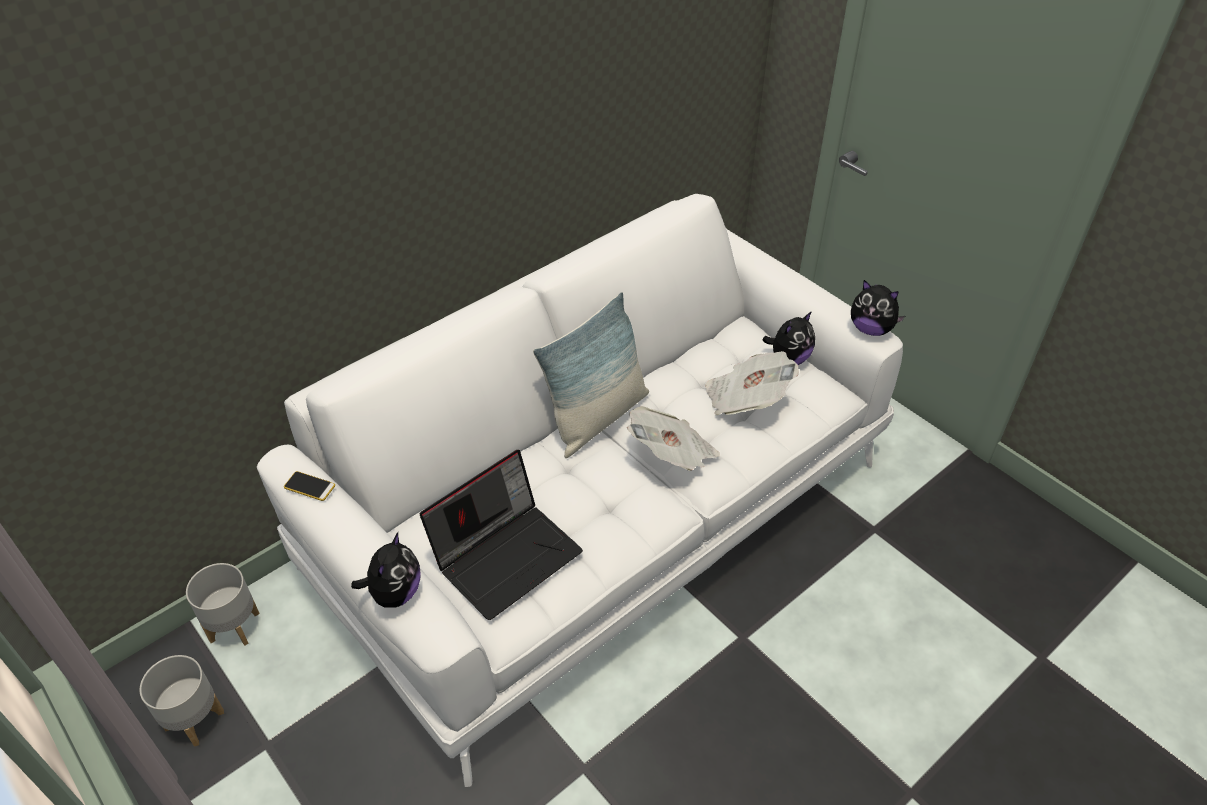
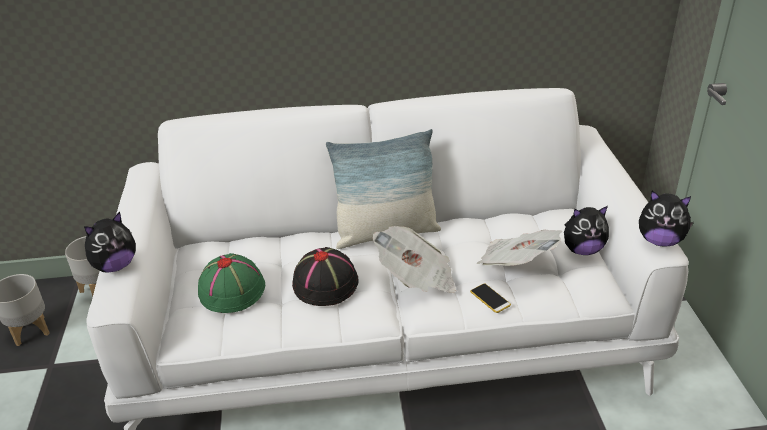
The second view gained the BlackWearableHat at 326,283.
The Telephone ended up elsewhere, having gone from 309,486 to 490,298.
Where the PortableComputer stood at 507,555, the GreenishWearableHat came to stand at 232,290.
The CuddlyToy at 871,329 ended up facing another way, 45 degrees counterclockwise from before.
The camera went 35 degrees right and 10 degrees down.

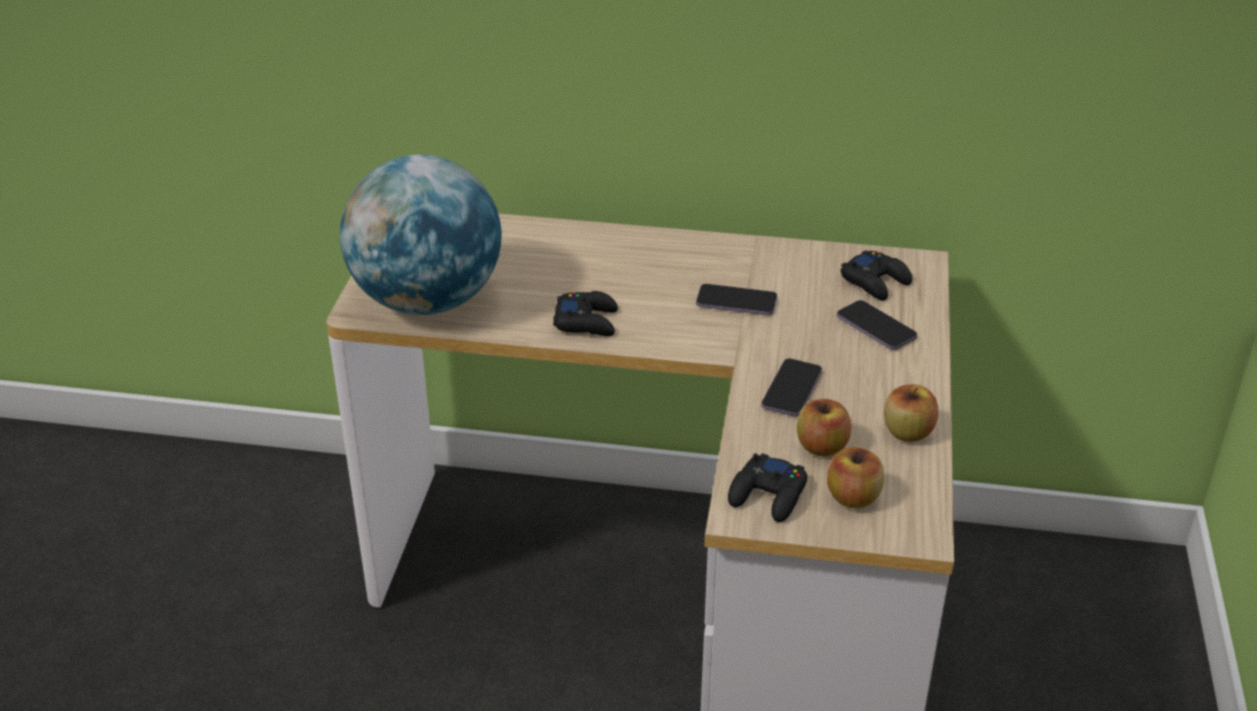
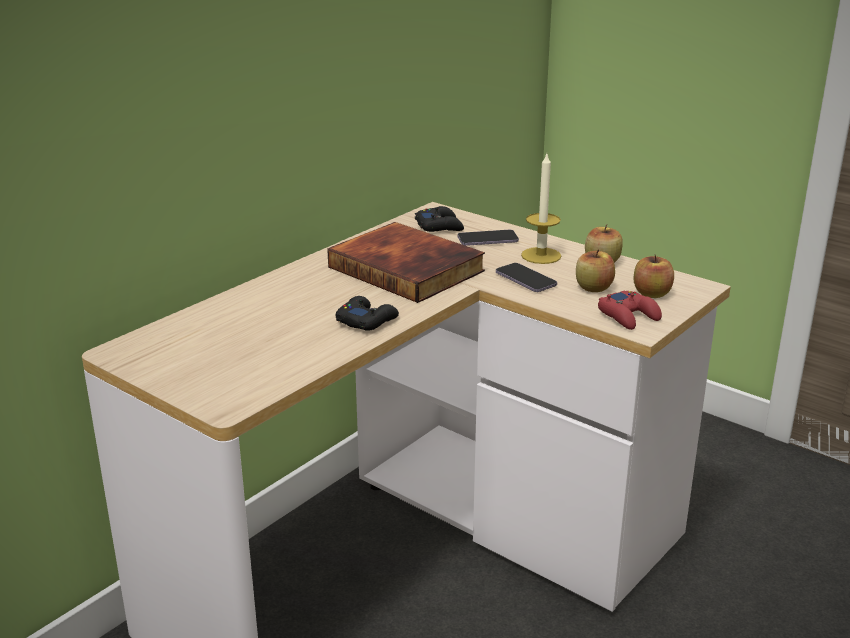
The second view lost the WorldGlobe at 427,300.
The second view gained the WaxCandle at 541,255.
Where the Telephone stood at 736,302, the Book came to stand at 408,268.
What was the BlackGamepad at 768,495 turned into the ReddishGamepad at 629,316.
The camera went 60 degrees left and 10 degrees down.

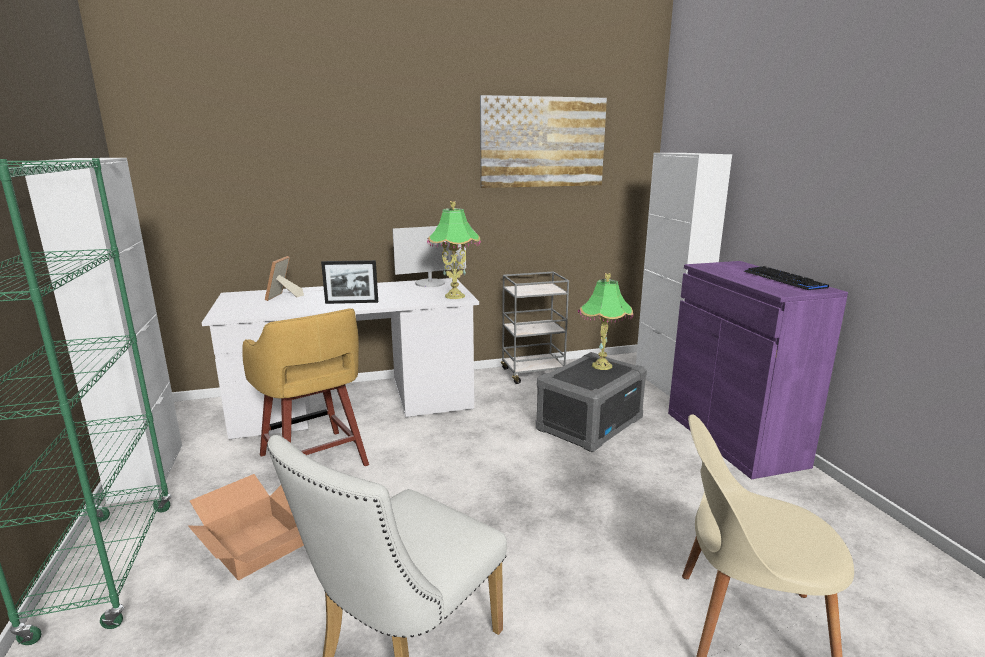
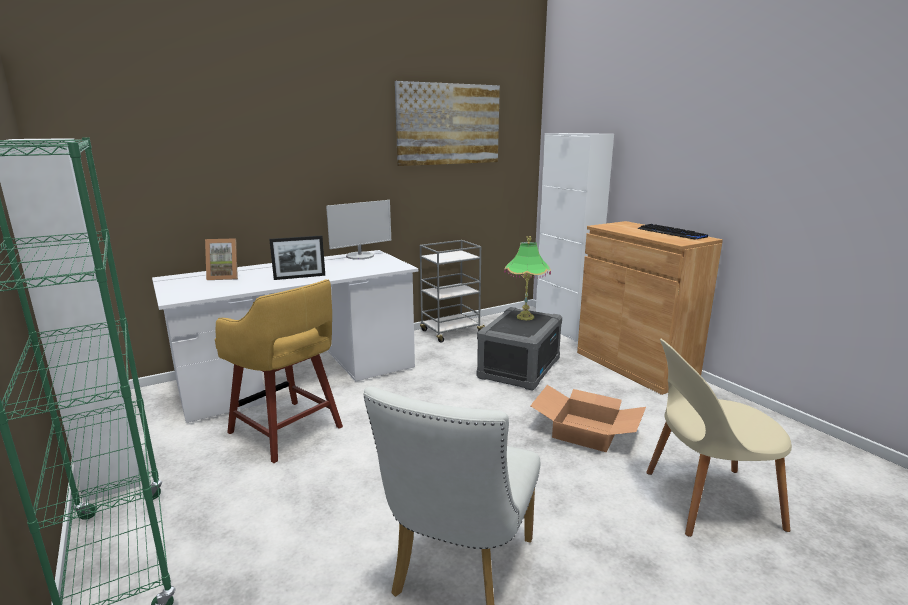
The second view lost the LampForATable at 455,296.
The Carton ended up elsewhere, having gone from 258,545 to 587,431.
What was the PurpleCupboard at 733,438 turned into the BrownColouredCupboard at 635,366.
The StandingFrame at 283,297 ended up facing another way, 90 degrees counterclockwise from before.
The camera went 15 degrees left and 0 degrees up.

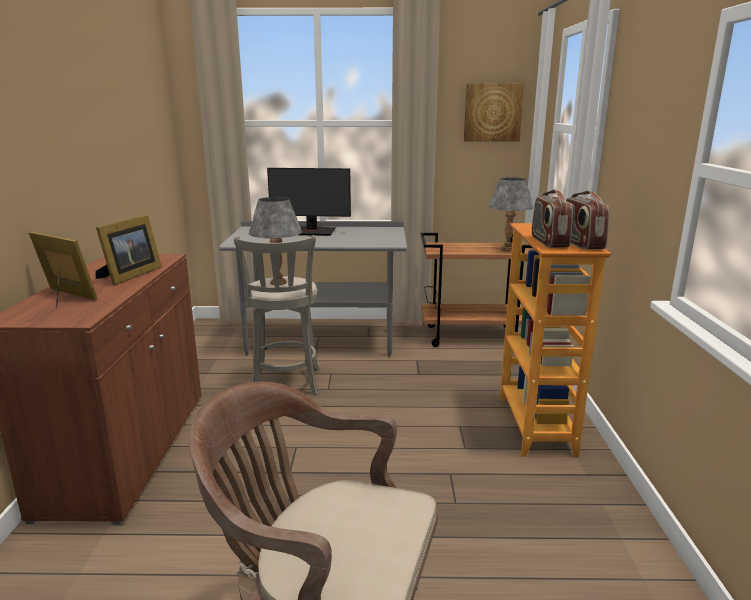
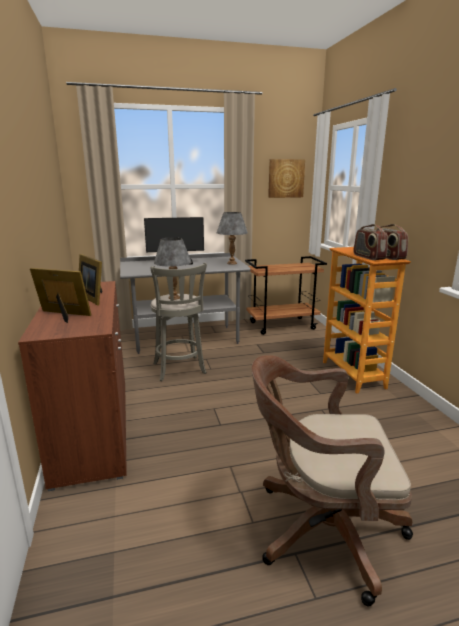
The GreyishLampForATable ended up elsewhere, having gone from 507,250 to 232,263.
The StandingFrame at 130,275 ended up facing another way, 135 degrees clockwise from before.
The camera went 15 degrees left and 0 degrees up.

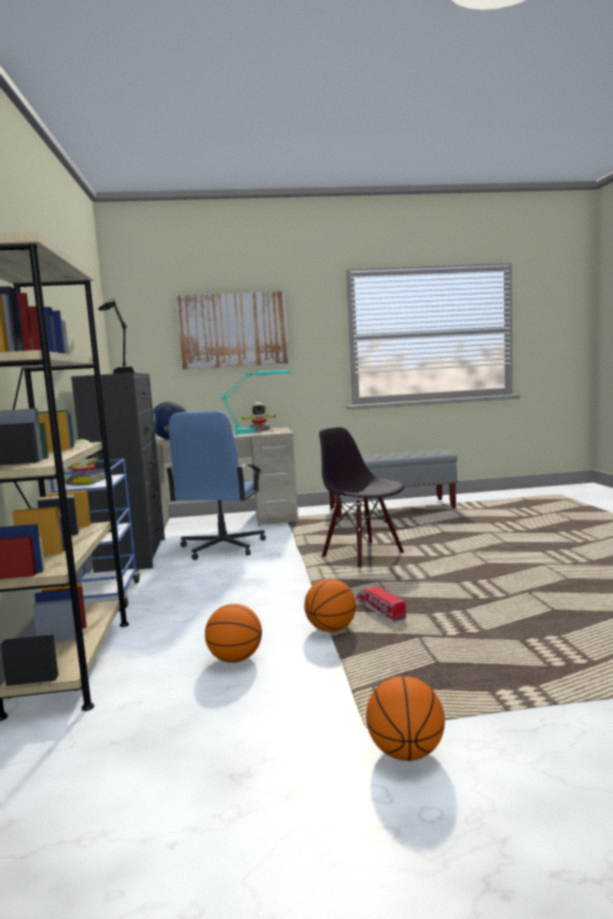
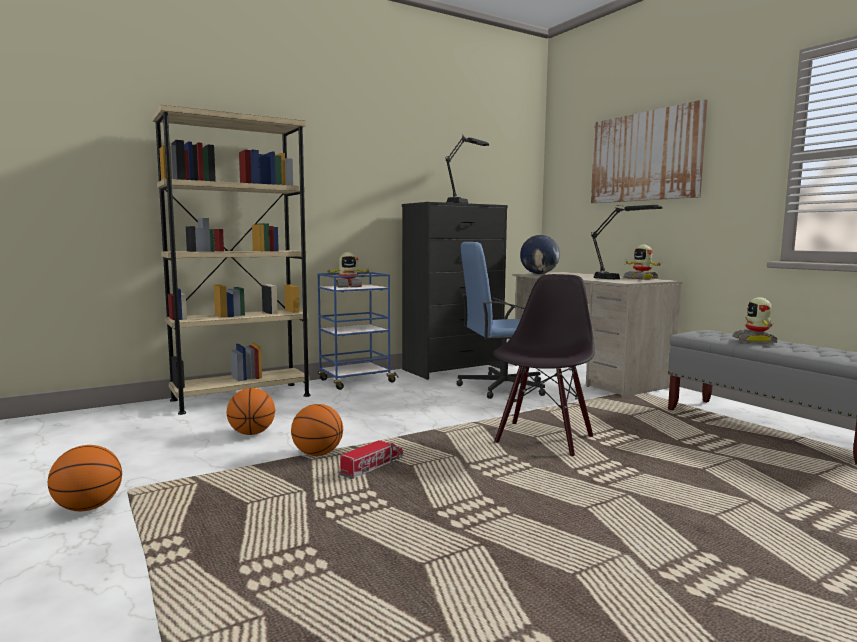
The second view gained the ModelRobot at 755,340.
What was the TurquoiseColouredLampForATable at 259,432 turned into the BlackLampForATable at 620,279.
The camera went 65 degrees right and 0 degrees up.

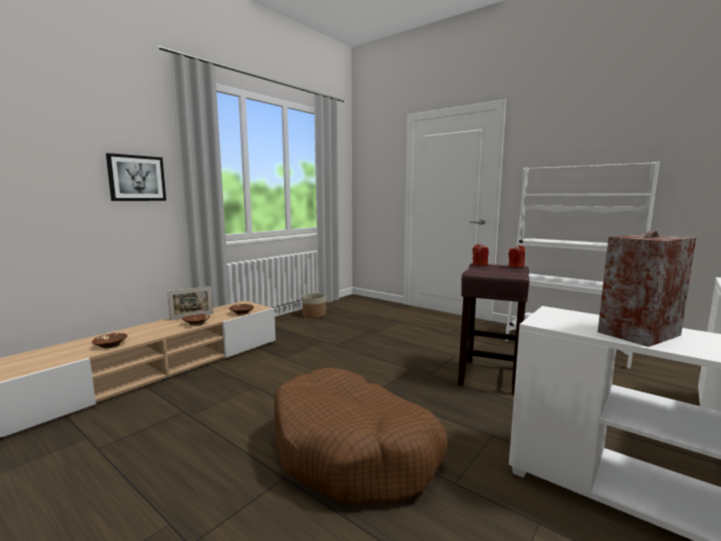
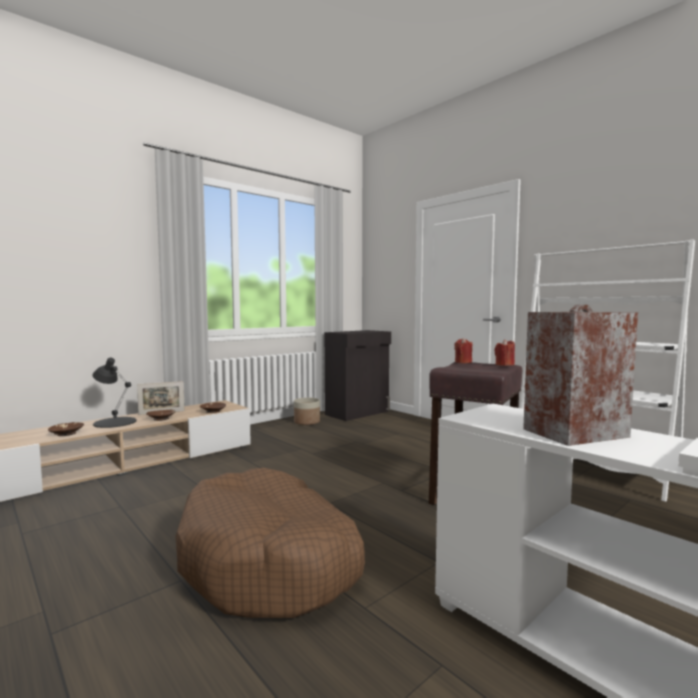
The second view lost the WallPicture at 136,178.
The second view gained the BlackLampForATable at 115,422.
The second view gained the BlackCupboard at 358,413.
The camera went 10 degrees right and 5 degrees down.

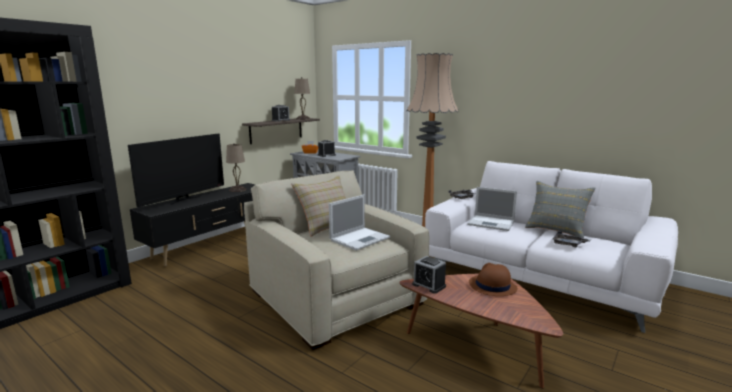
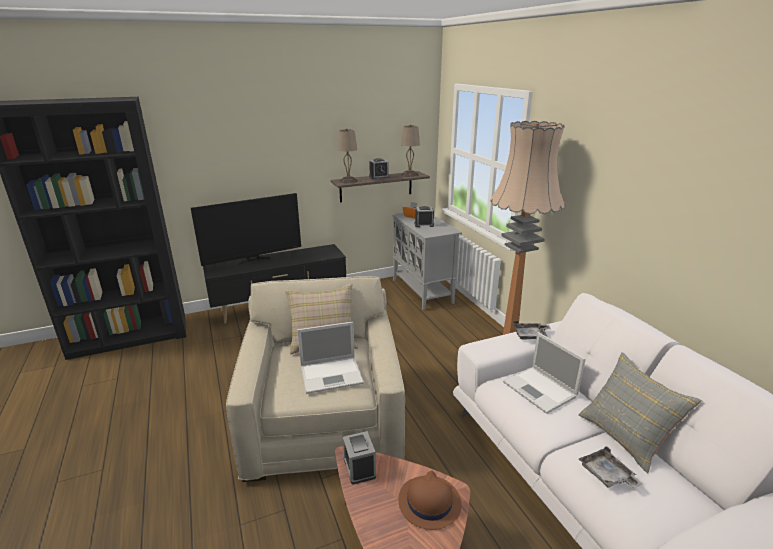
The BeigeLampForATable ended up elsewhere, having gone from 237,190 to 348,181.
The camera went 30 degrees right and 10 degrees up.

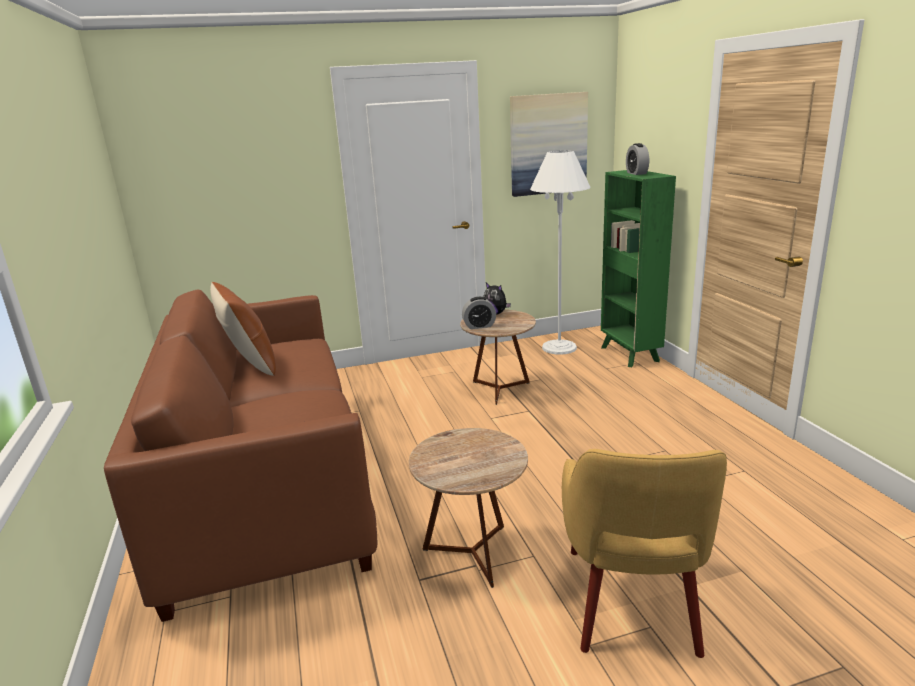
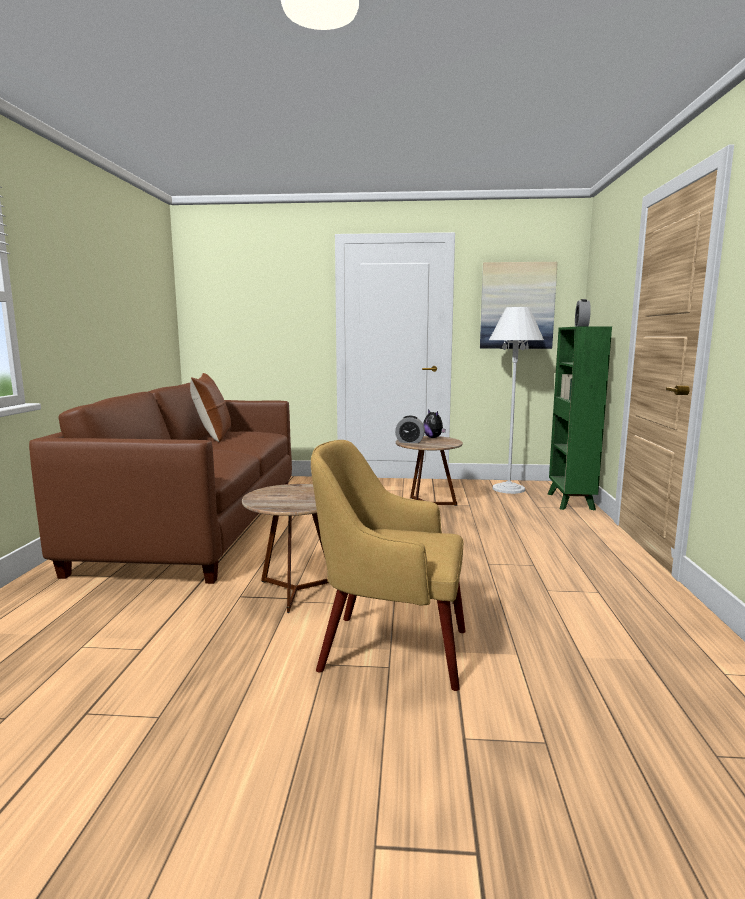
The YellowishArmchair at 631,603 ended up facing another way, 75 degrees clockwise from before.
The camera went 20 degrees right and 10 degrees down.

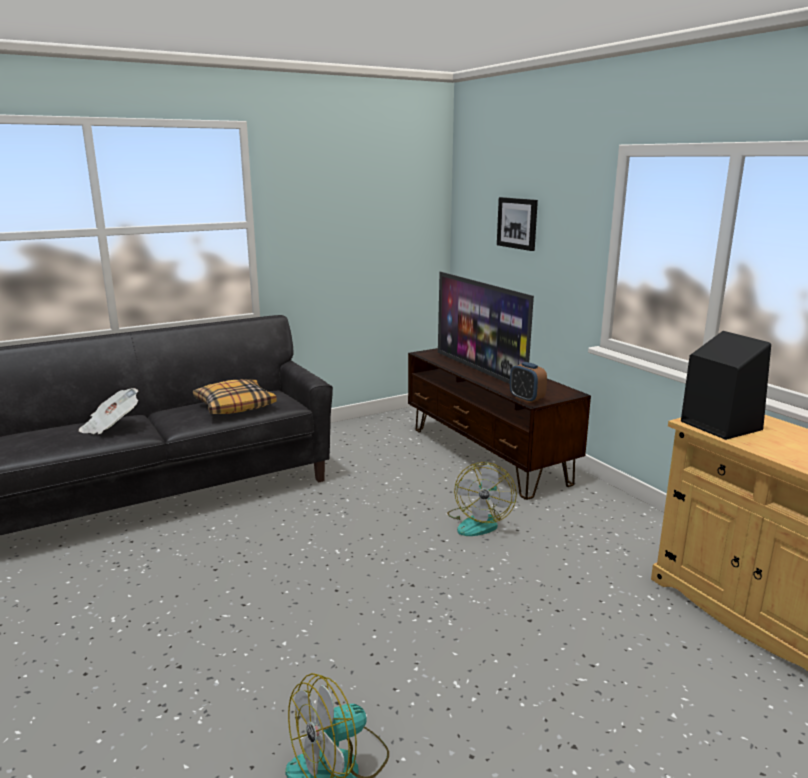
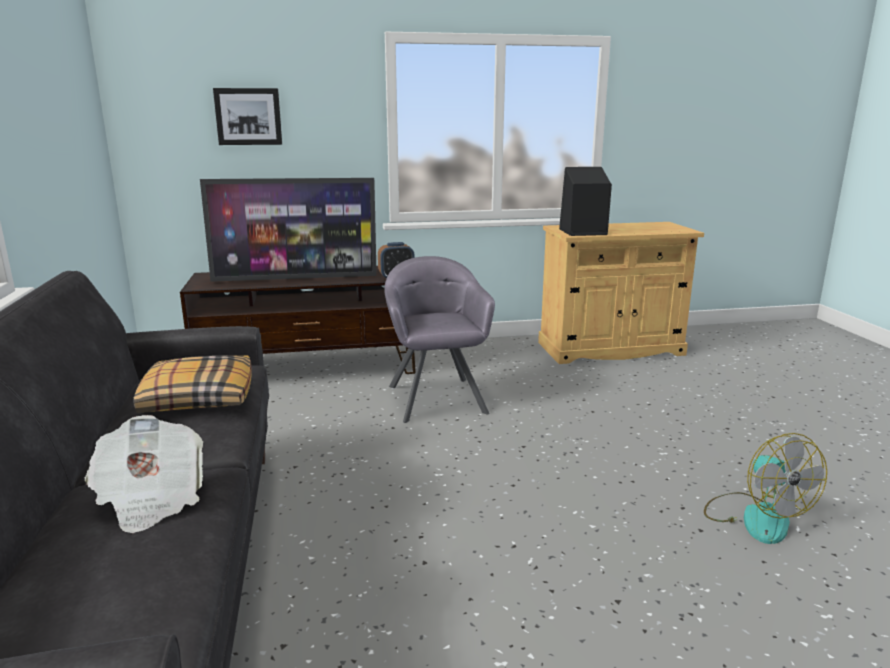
Where the CoolingFan stood at 479,522, the GreyishArmchair came to stand at 437,398.
The camera went 70 degrees left and 0 degrees up.

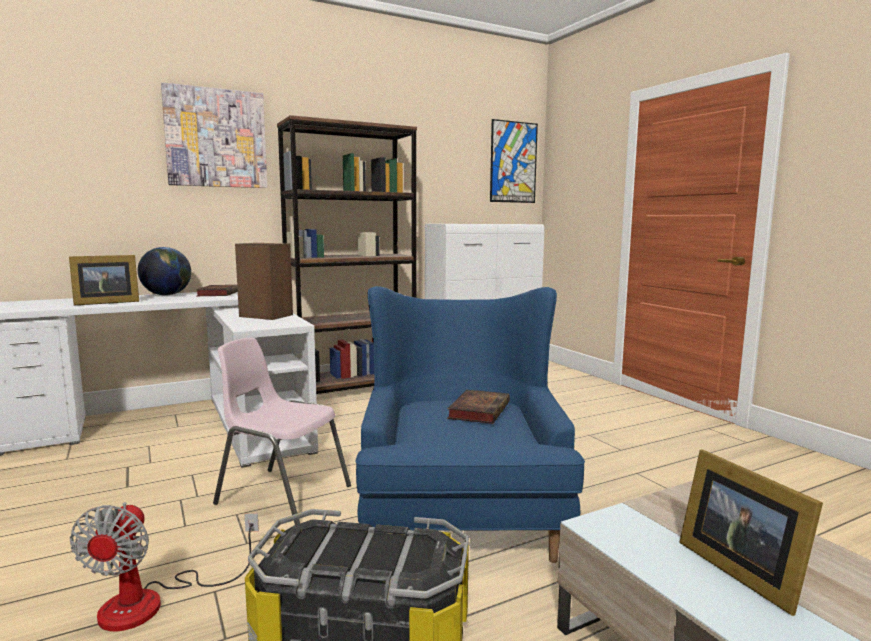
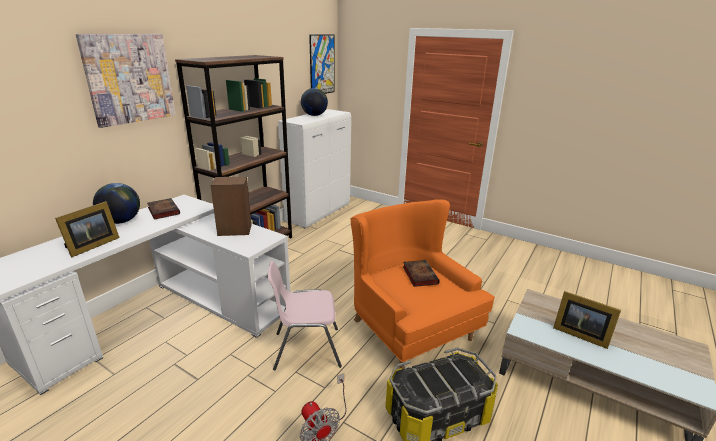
The second view gained the WorldGlobe at 314,115.
What was the BlueArmchair at 461,514 turned into the OrangeyArmchair at 409,327.
The camera went 30 degrees left and 15 degrees up.

